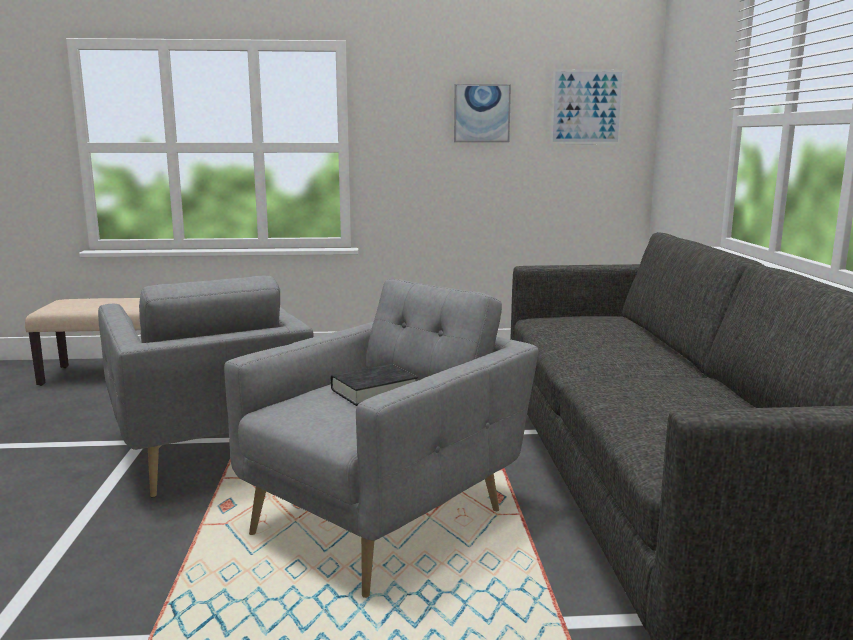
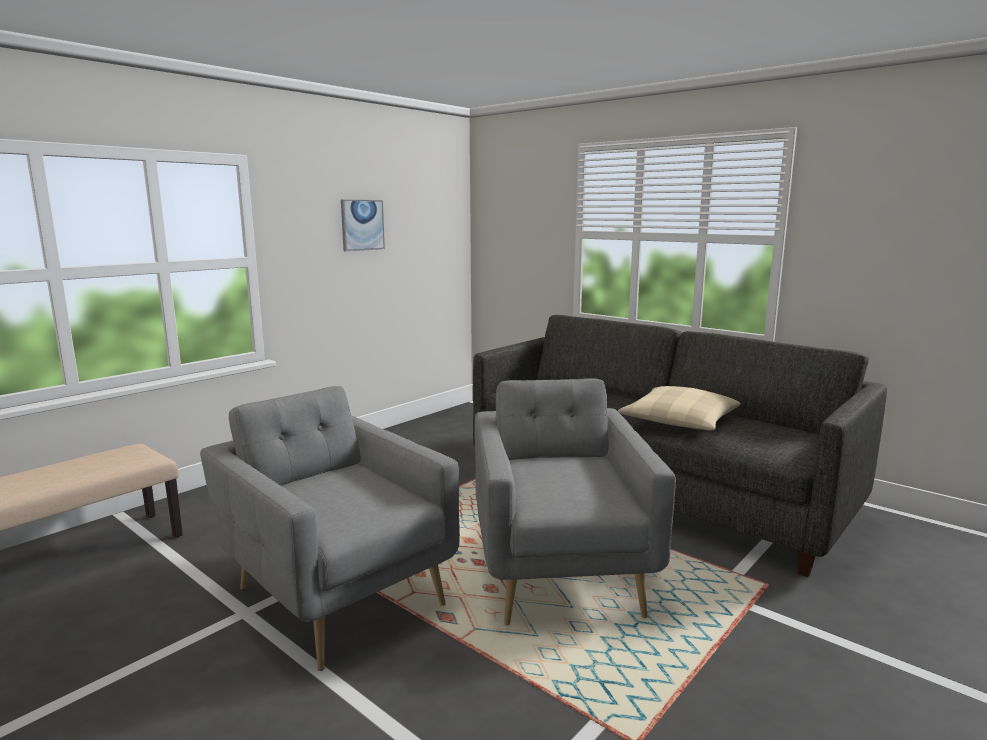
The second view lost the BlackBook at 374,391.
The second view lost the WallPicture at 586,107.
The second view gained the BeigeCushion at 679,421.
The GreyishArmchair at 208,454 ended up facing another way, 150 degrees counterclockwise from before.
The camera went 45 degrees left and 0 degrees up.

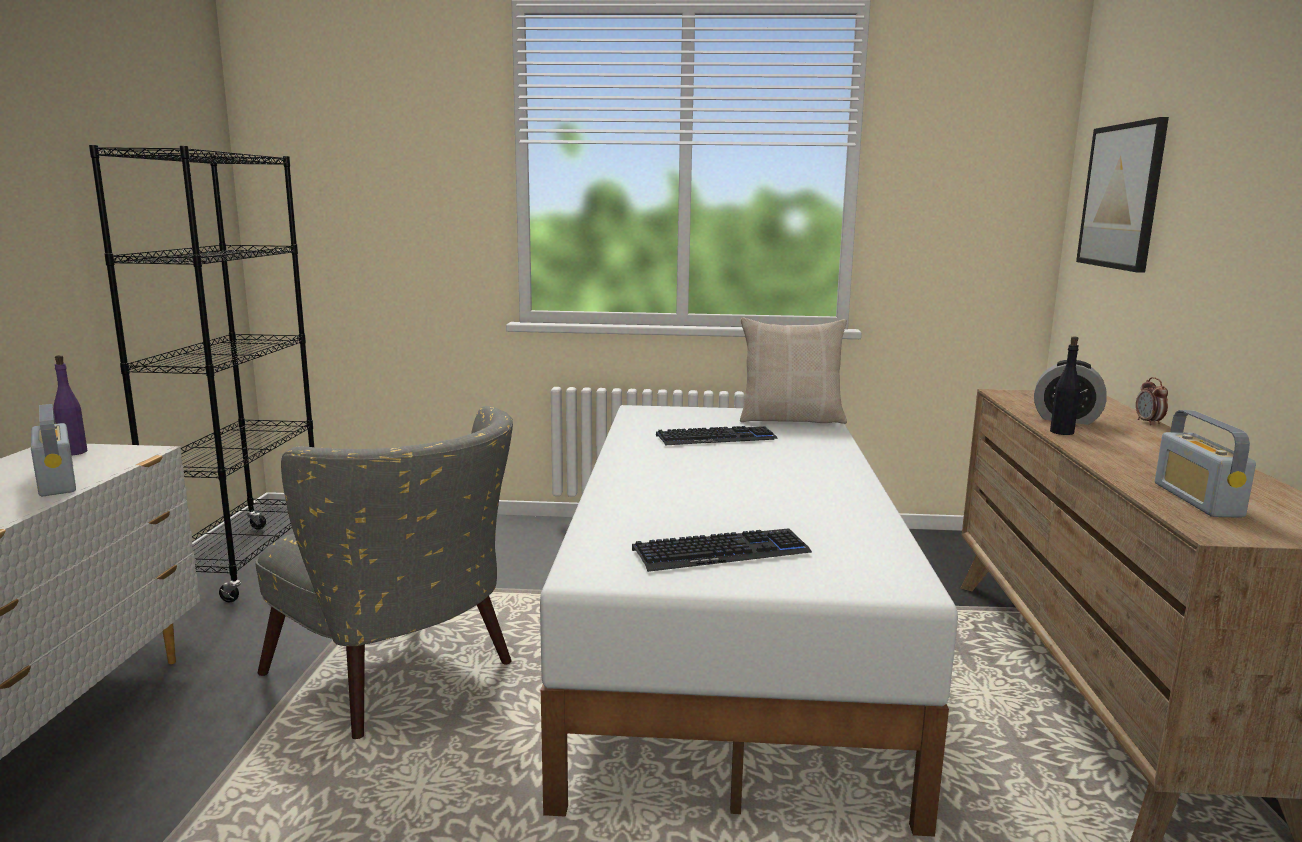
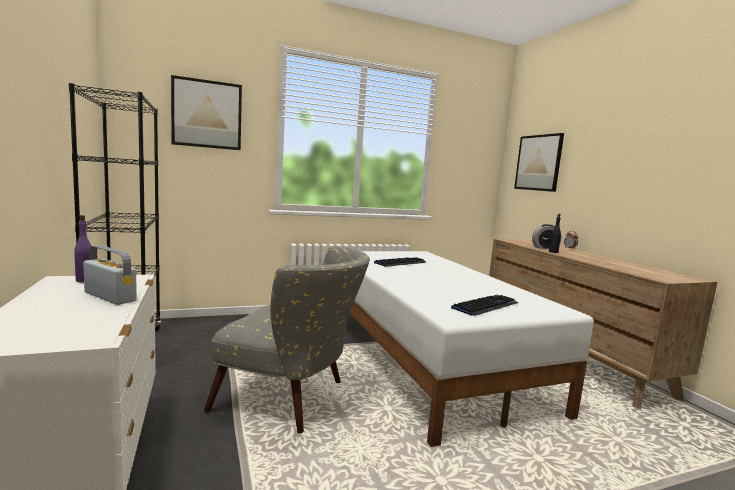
The second view lost the BeigeCushion at 791,419.
The second view lost the RadioSet at 1197,500.
The second view gained the WallPicture at 207,114.
The camera went 25 degrees left and 5 degrees down.

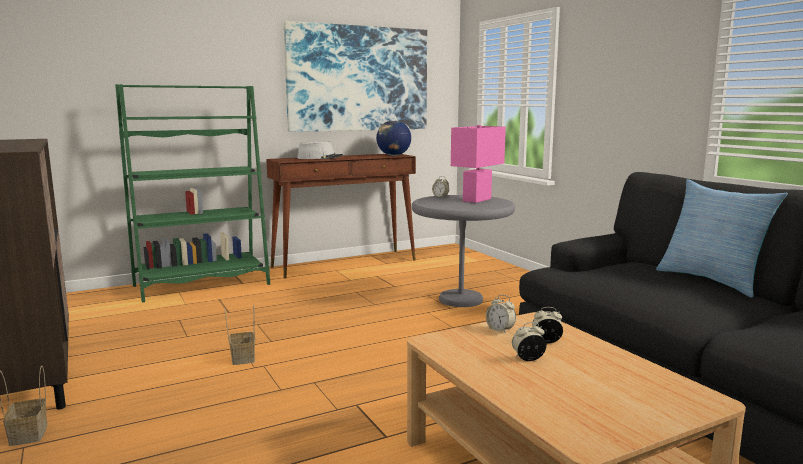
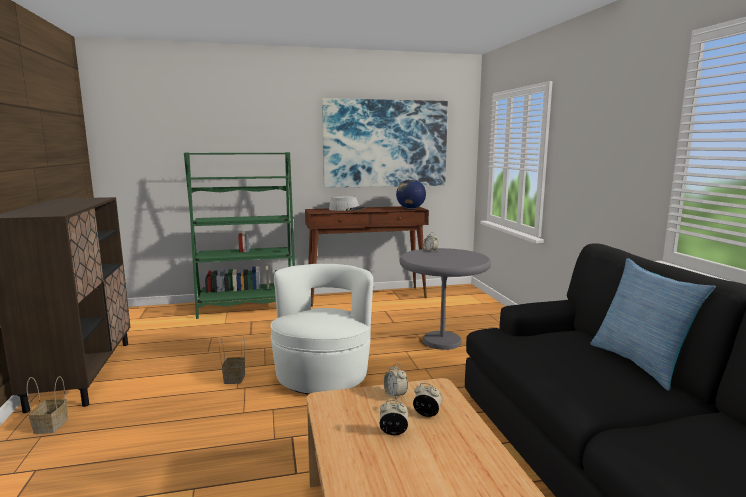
The second view lost the PinkColouredLampForATable at 477,200.
The second view gained the WhitishArmchair at 323,375.
The camera went 15 degrees right and 0 degrees up.

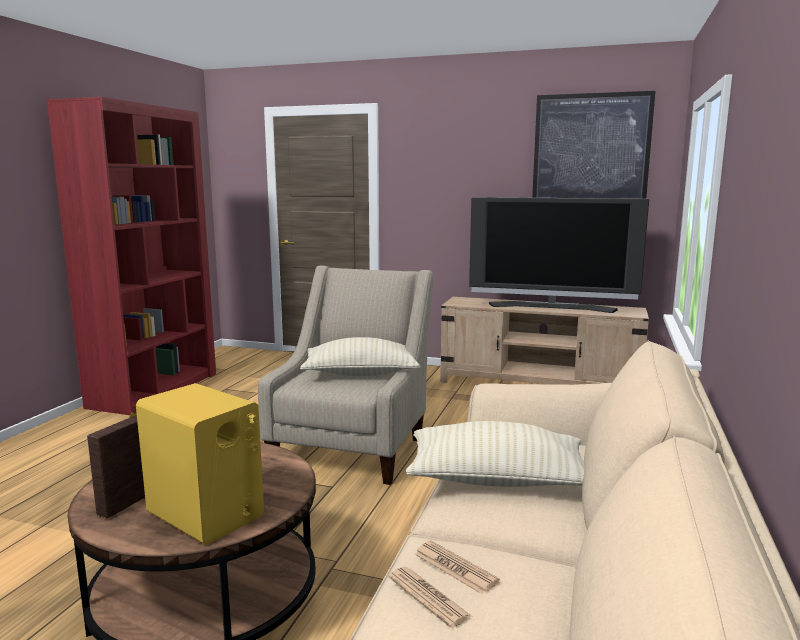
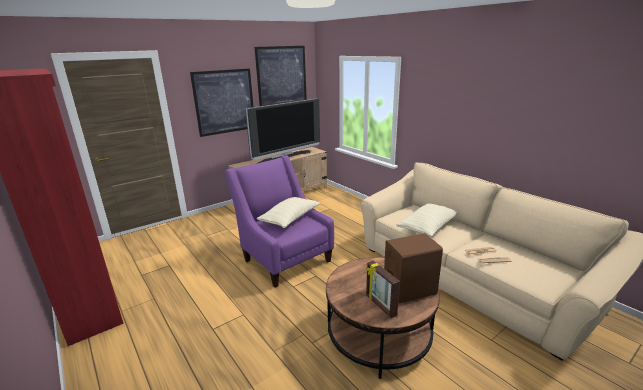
The second view gained the WallPicture at 224,102.
What was the YellowishSpeaker at 206,514 turned into the BrownColouredSpeaker at 409,290.
What was the BeigeArmchair at 353,447 turned into the PurpleArmchair at 284,258.
The camera went 55 degrees left and 10 degrees up.

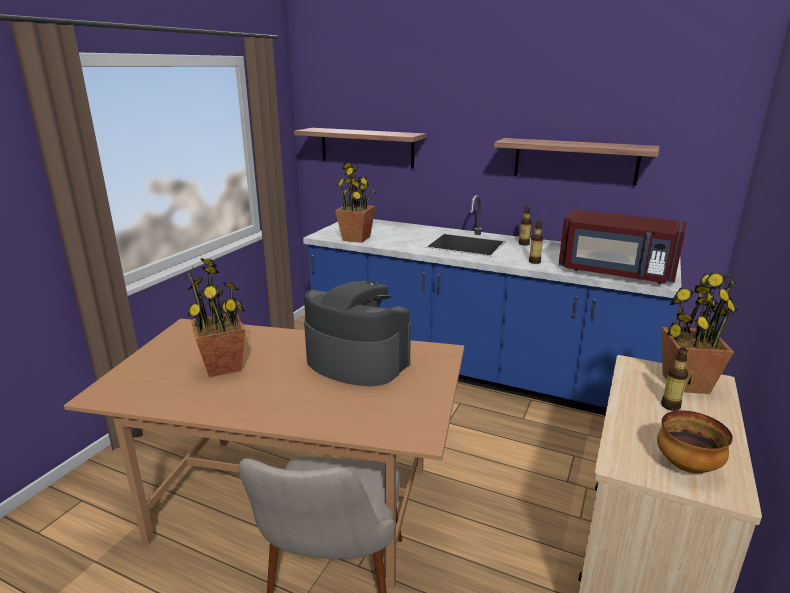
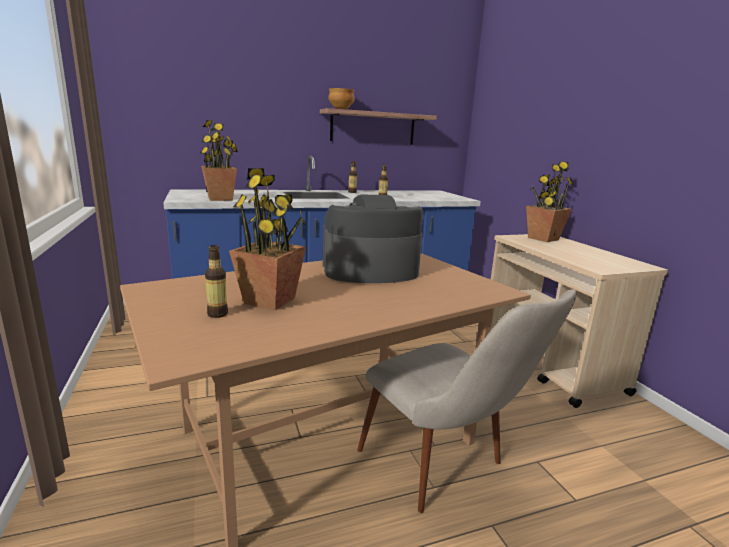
The second view lost the WallShelf at 366,147.
The second view lost the ReddishMicrowaveOven at 615,273.
The DeepDish ended up elsewhere, having gone from 685,466 to 340,109.
The DrinkBottle ended up elsewhere, having gone from 670,406 to 217,314.
The camera went 45 degrees left and 5 degrees down.

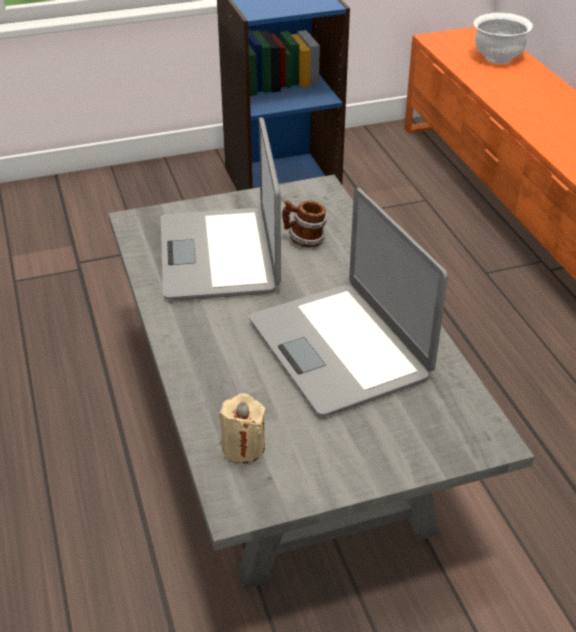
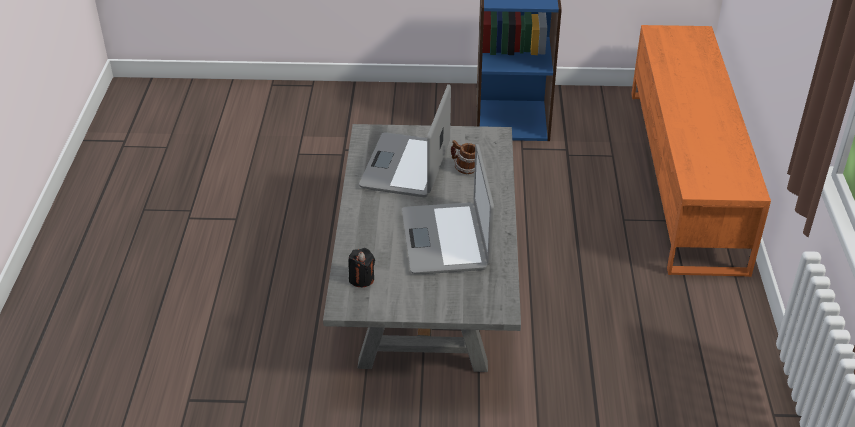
The second view lost the WhitishDeepDish at 497,58.
What was the BeigeWaxCandle at 243,447 turned into the BlackWaxCandle at 361,279.
The camera went 20 degrees right and 0 degrees up.

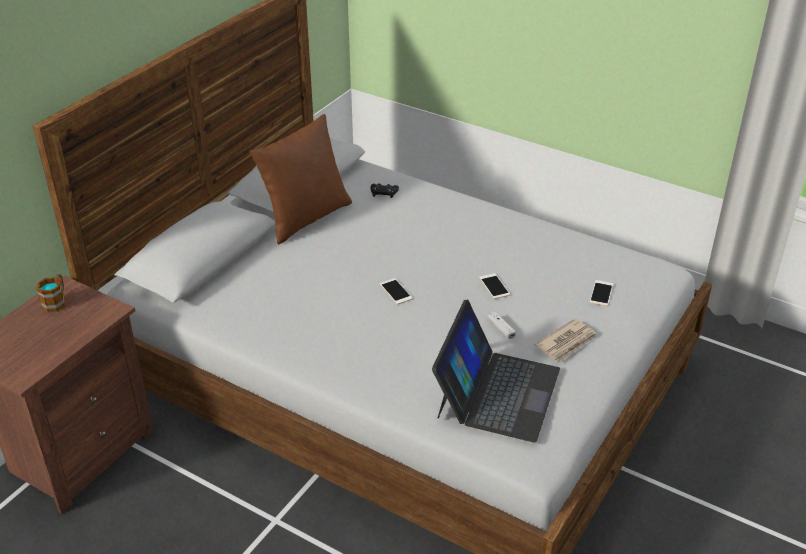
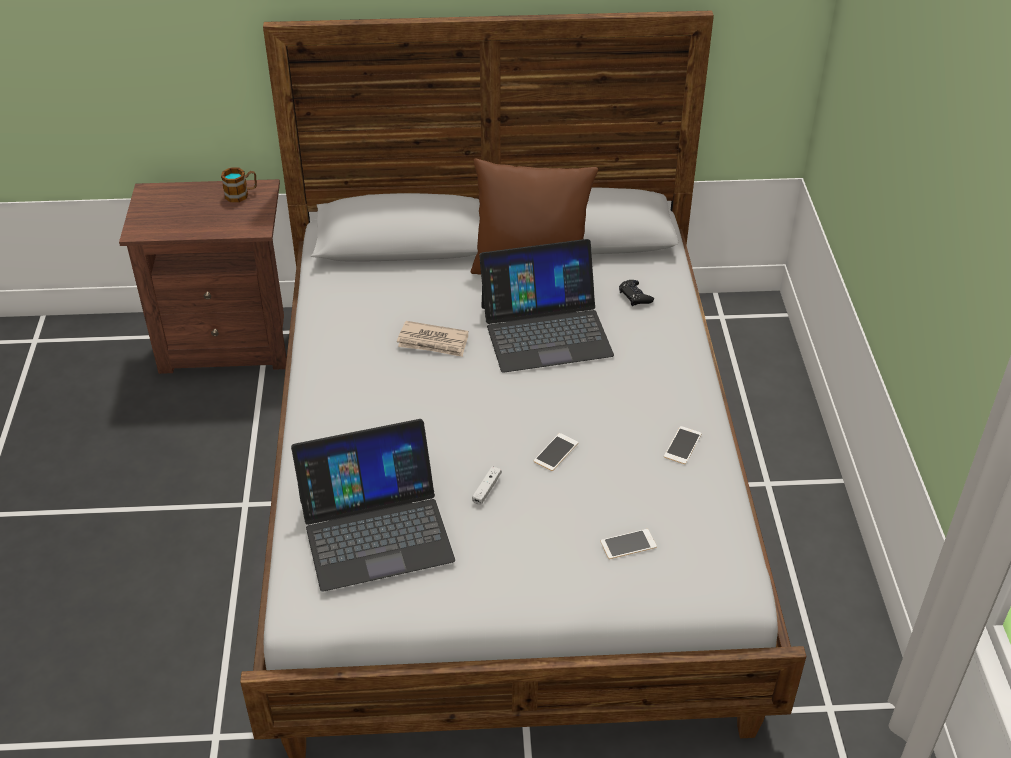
The second view gained the PortableComputer at 545,330.
The Telephone ended up elsewhere, having gone from 396,291 to 682,445.
The Newspaper ended up elsewhere, having gone from 567,343 to 433,342.
The camera went 55 degrees right and 5 degrees up.

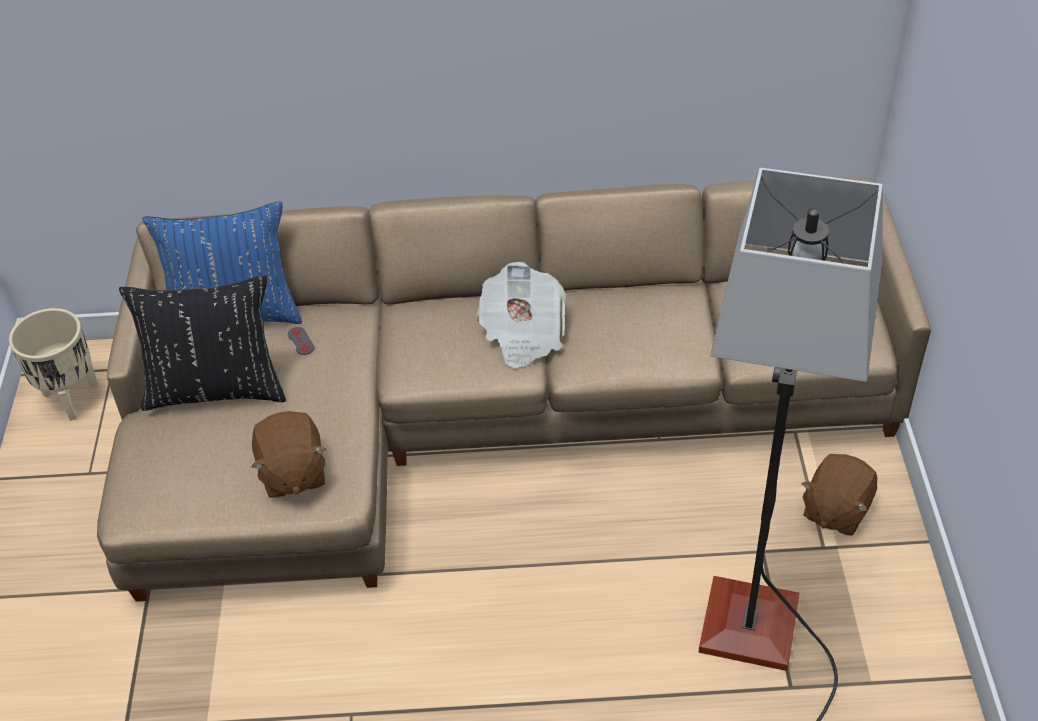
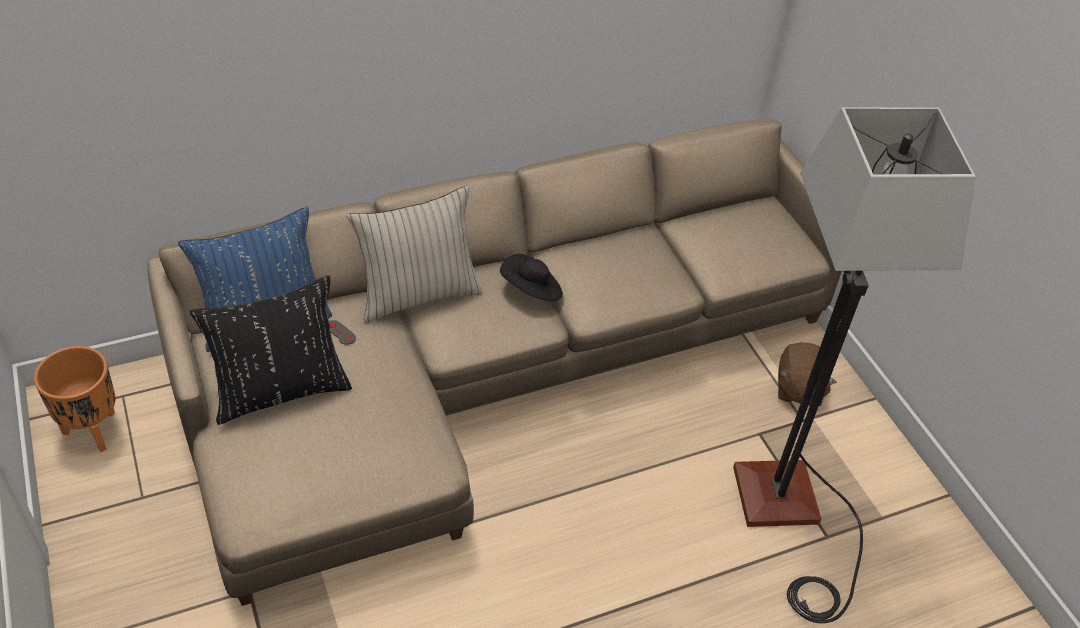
The second view lost the BrownColouredCuddlyToy at 292,473.
The second view gained the BeigeCushion at 418,294.
Where the Newspaper stood at 522,334, the BlackWearableHat came to stand at 532,291.
What was the BeigeFlowerPot at 71,398 turned into the OrangeyFlowerPot at 92,431.
The camera went 25 degrees left and 0 degrees up.

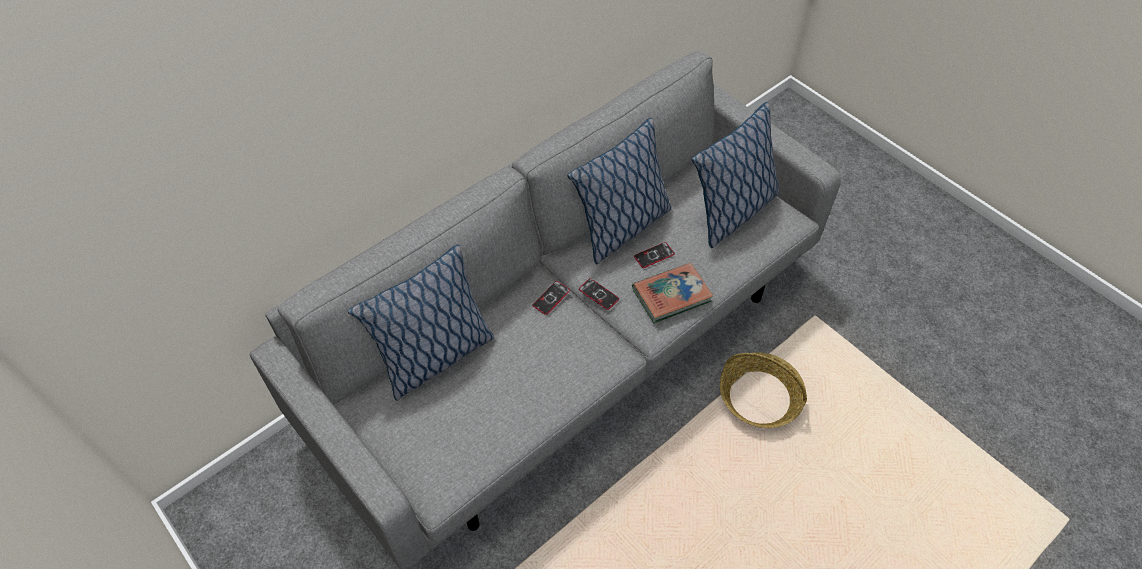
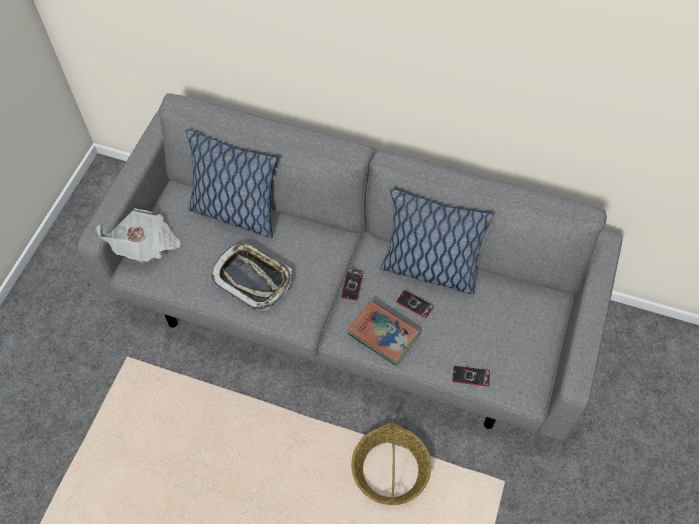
The second view lost the Cushion at 732,212.
The second view gained the Newspaper at 144,244.
The second view gained the Tray at 252,278.
The Telephone ended up elsewhere, having gone from 551,298 to 471,376.
The camera went 60 degrees right and 5 degrees up.

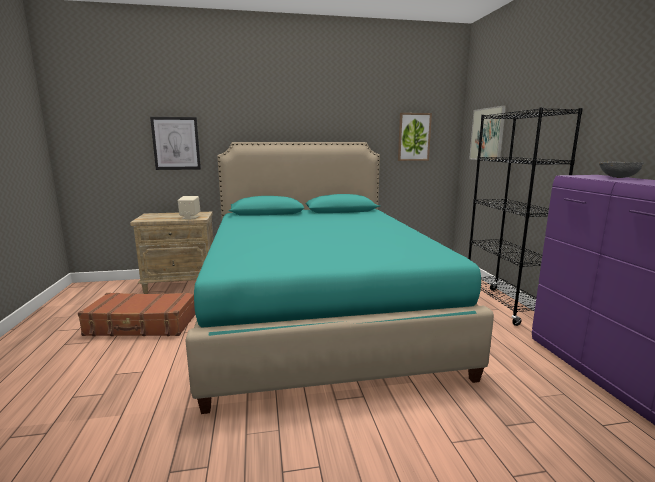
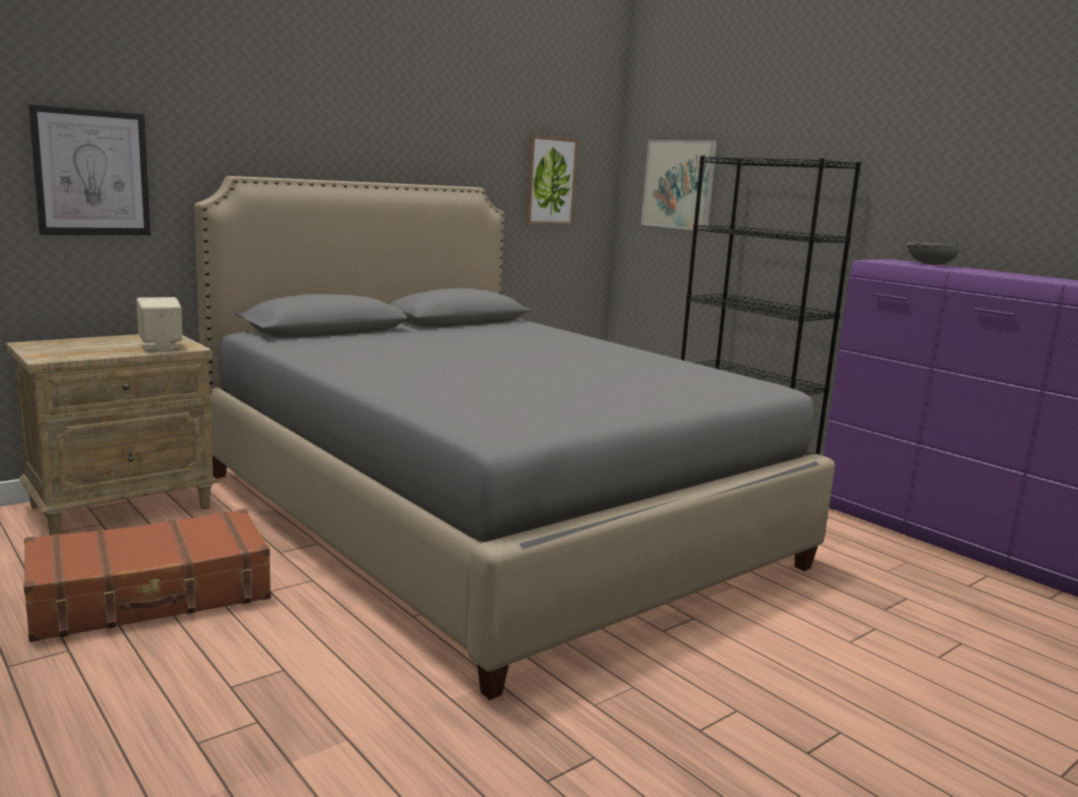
What was the TurquoiseColouredBed at 317,313 turned into the GreyishBed at 485,518.
The camera went 30 degrees left and 0 degrees up.

